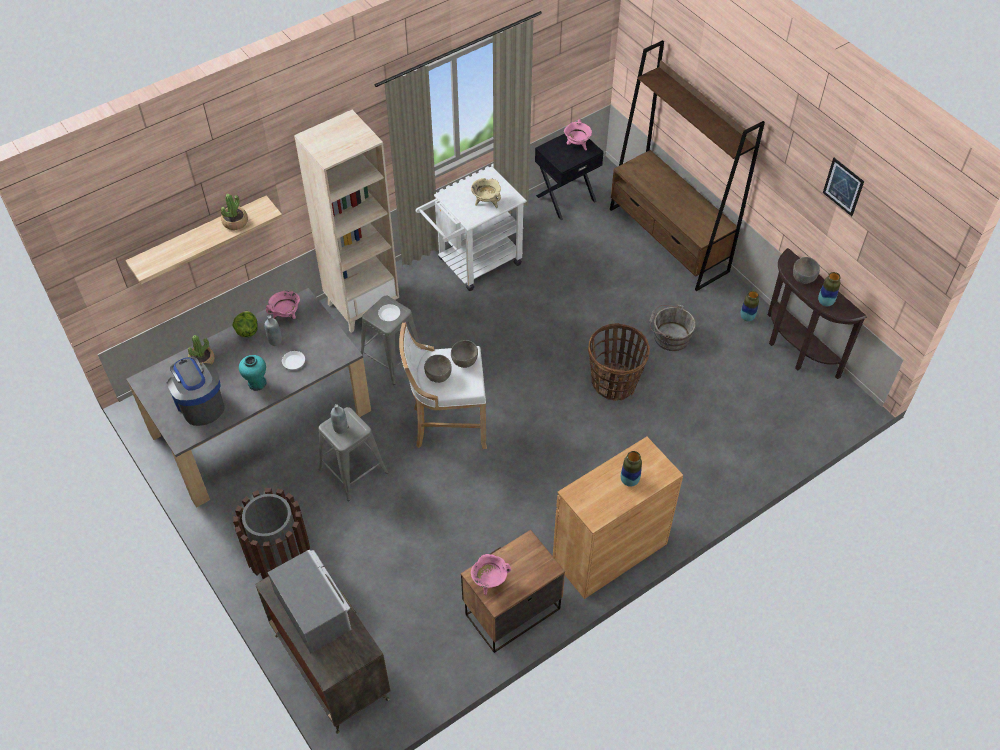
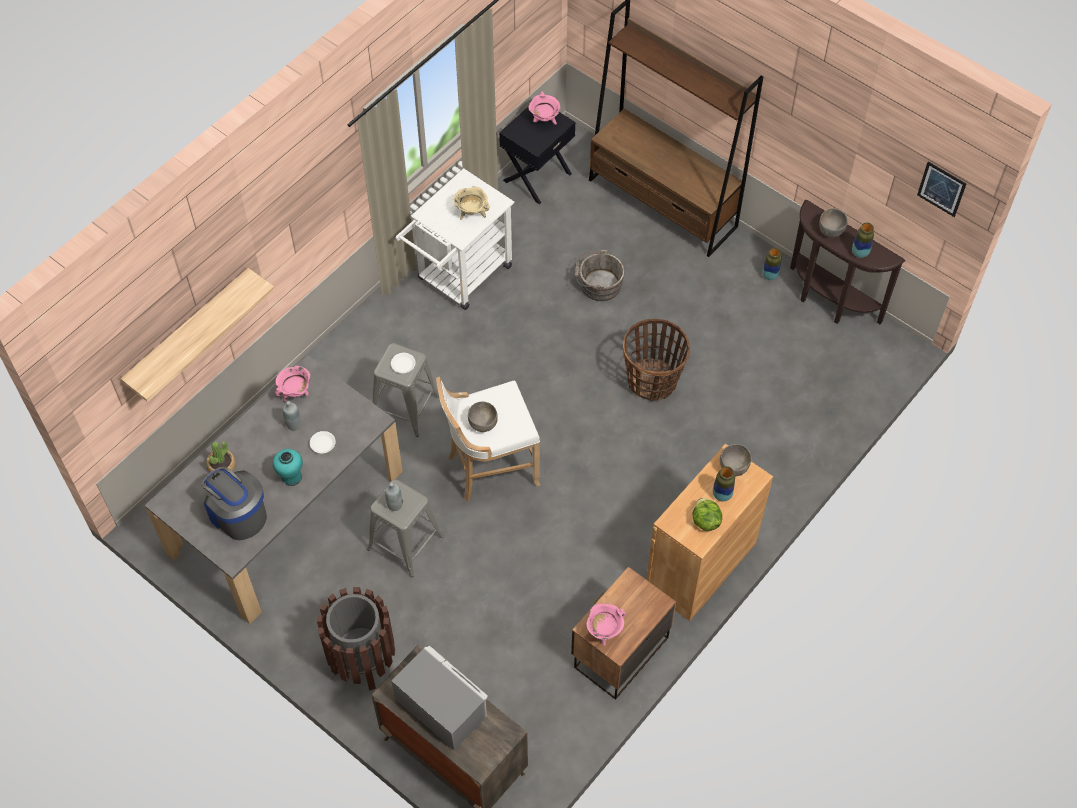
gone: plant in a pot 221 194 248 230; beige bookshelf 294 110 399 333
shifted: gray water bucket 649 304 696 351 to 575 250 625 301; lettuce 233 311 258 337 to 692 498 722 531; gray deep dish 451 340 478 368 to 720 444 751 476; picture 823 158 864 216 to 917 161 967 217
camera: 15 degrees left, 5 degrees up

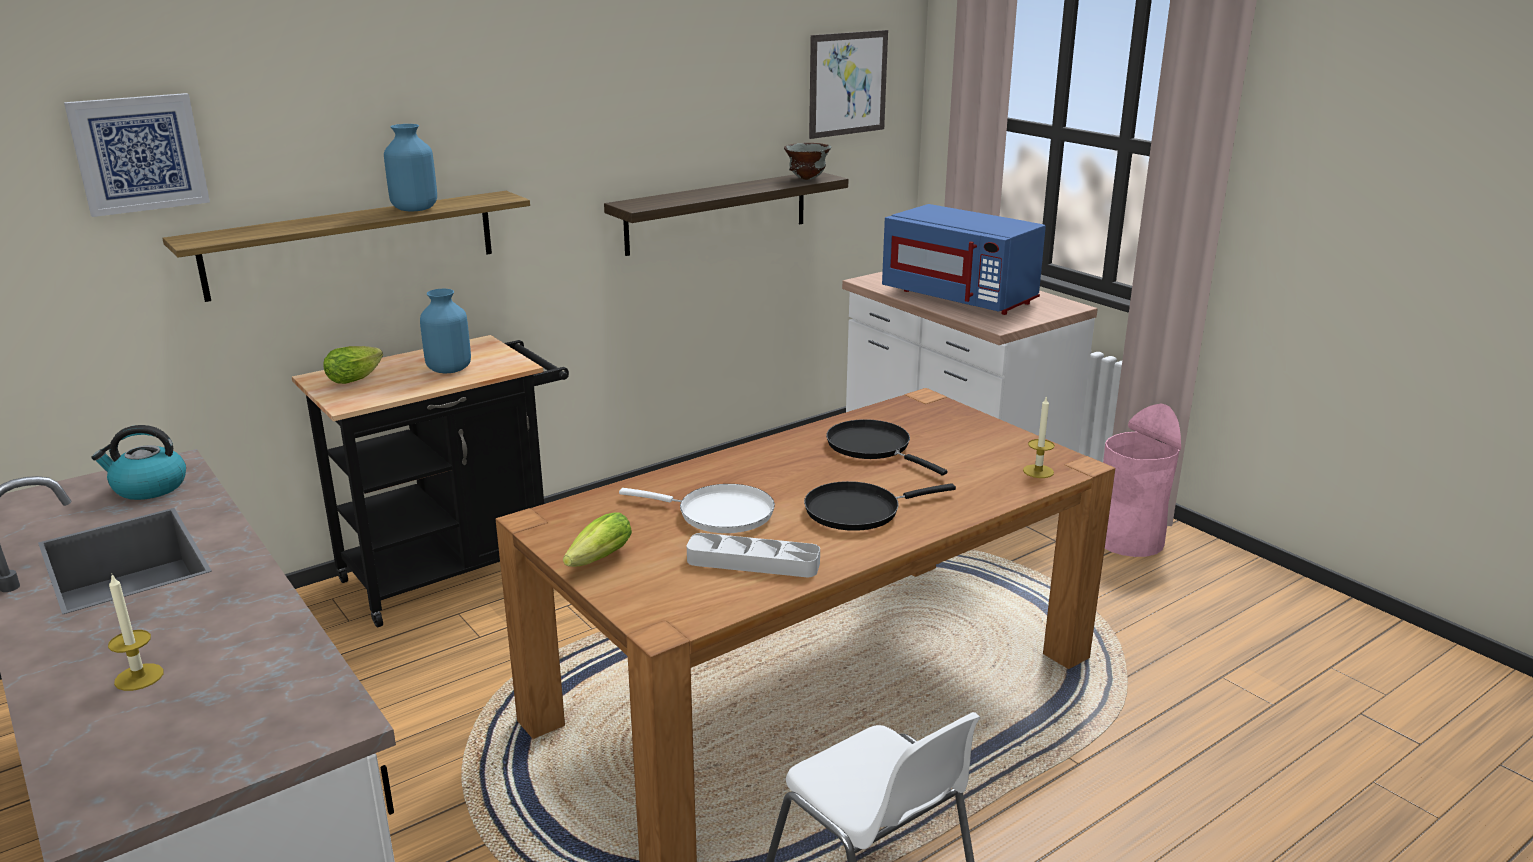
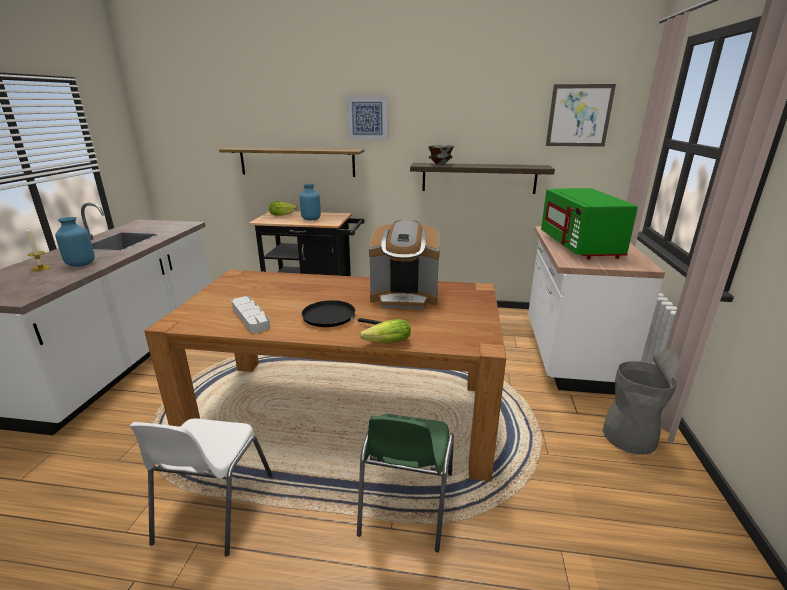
gone: tea kettle 91 425 186 500; whitish frying pan 619 484 775 533; wax light 1023 396 1055 478
new: green-coloured plain chair 357 414 454 552
shifted: blue-coloured vase 384 124 437 211 to 55 217 95 267; picture 64 93 210 217 to 346 95 388 141; lettuce 563 512 632 567 to 360 319 411 343; gray deep dish 784 143 831 180 to 428 145 454 165
swapped: blackish frying pan 826 419 948 475 to coffee machine 369 220 440 310
repainted: blue-coloured microwave oven 882 204 1046 315 to green-coloured microwave oven 541 188 638 259; pink-coloured trash can 1103 404 1181 557 to gray trash can 603 350 678 455
camera: 45 degrees right, 0 degrees up

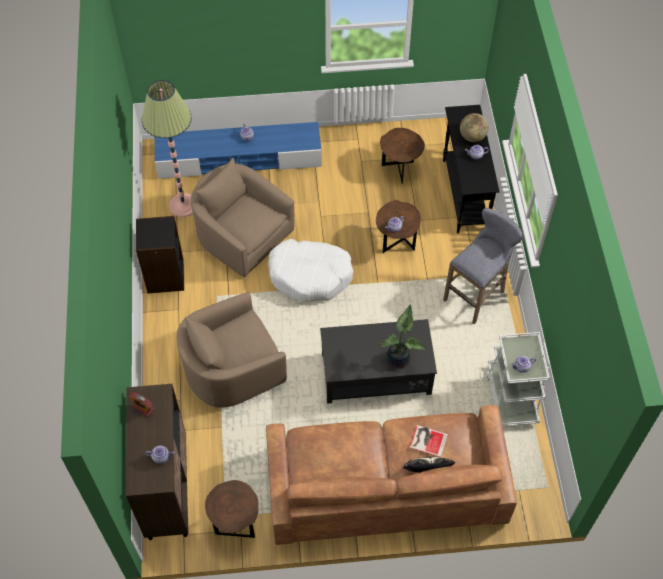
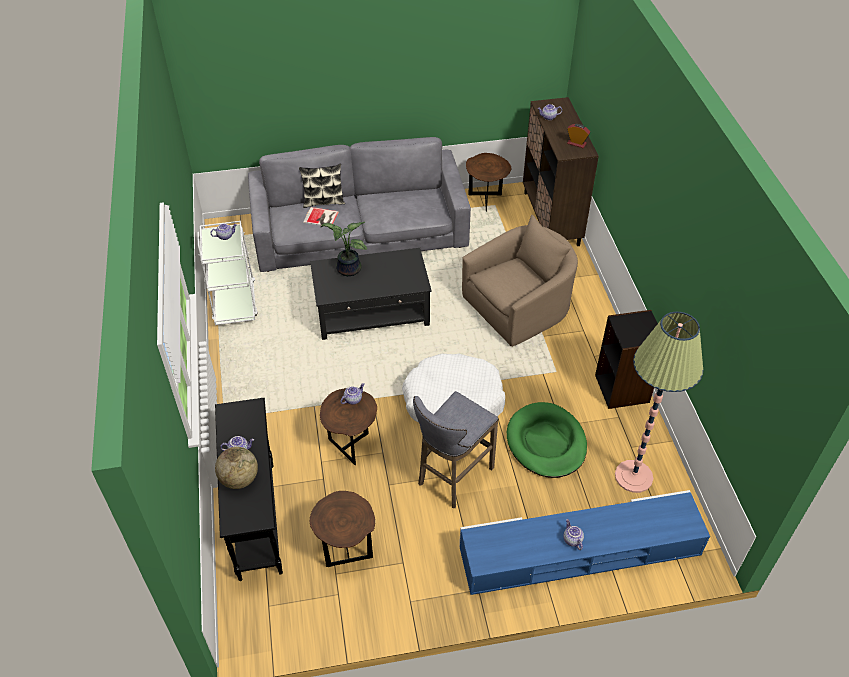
shifted: gray stool 443 208 523 324 to 413 391 498 508
swapped: beige lounge chair 191 158 294 277 to green-coloured pet bed 507 402 587 478
repainted: brown settee 266 405 517 545 to gray settee 248 137 471 272
camera: 175 degrees right, 10 degrees down

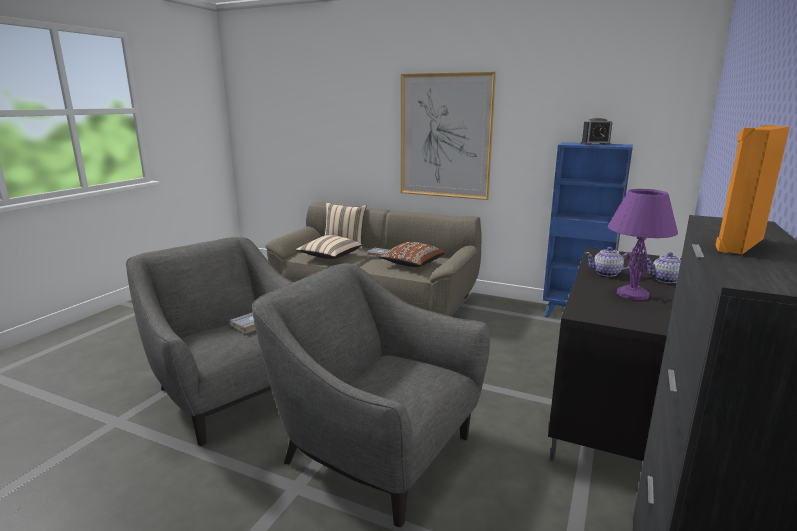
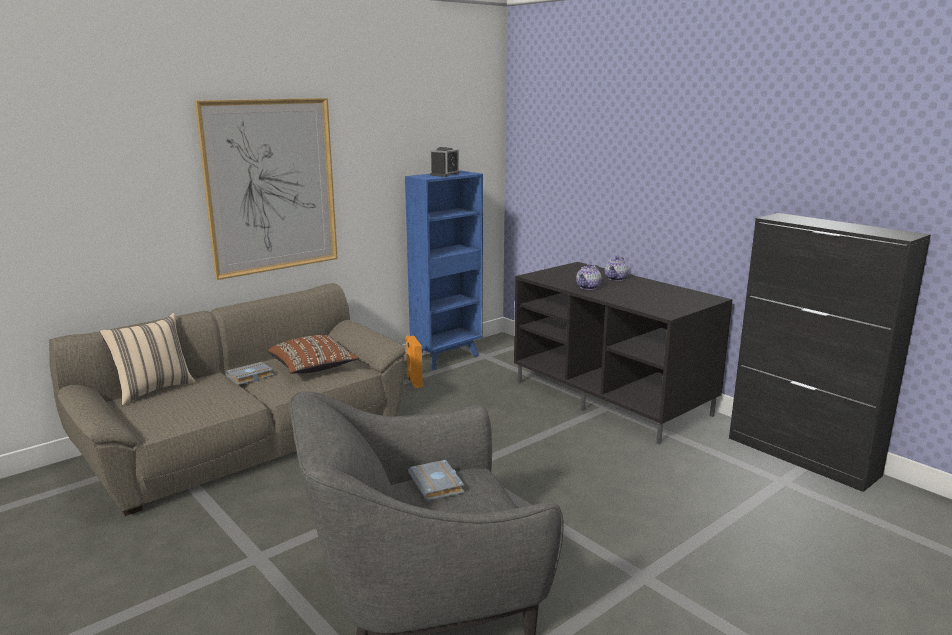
gone: gray lounge chair 252 263 490 527; beige pillow 296 235 362 259; purple-coloured table lamp 608 189 678 300
shifted: orangey speaker 715 125 790 254 to 405 336 423 388
camera: 65 degrees left, 0 degrees up

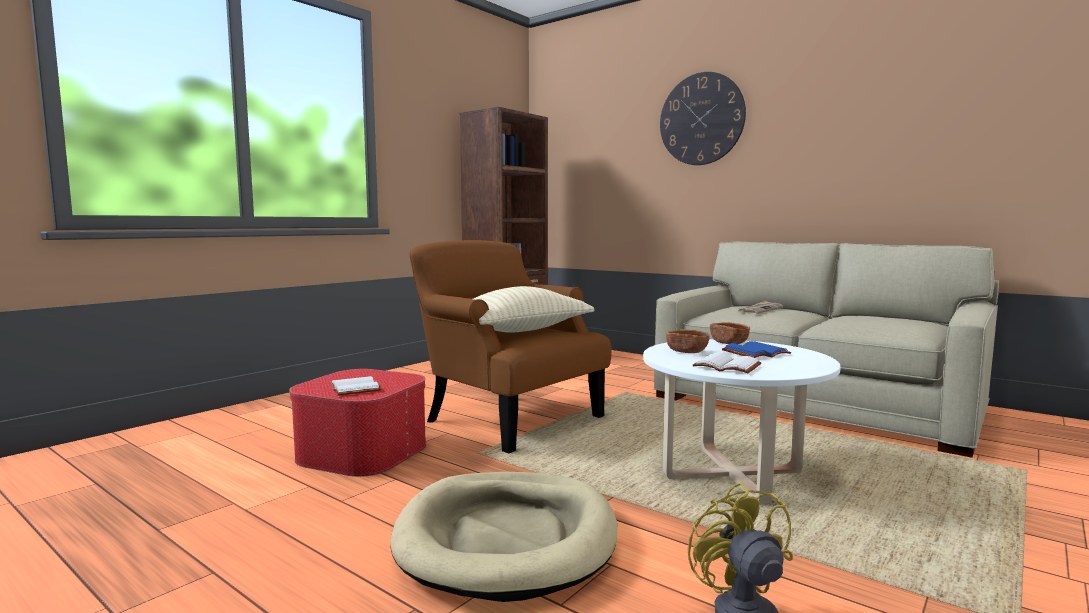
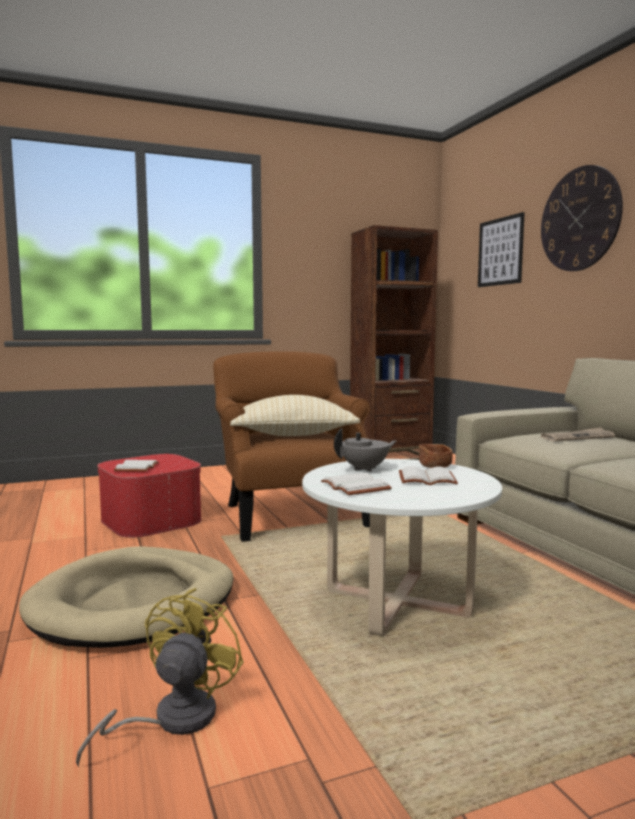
new: picture 478 212 525 287
swapped: brown deep dish 666 329 710 353 to gray teapot 334 428 397 472
repainted: blue-coloured book 722 341 791 358 to whitish book 399 466 458 485
camera: 30 degrees right, 0 degrees up

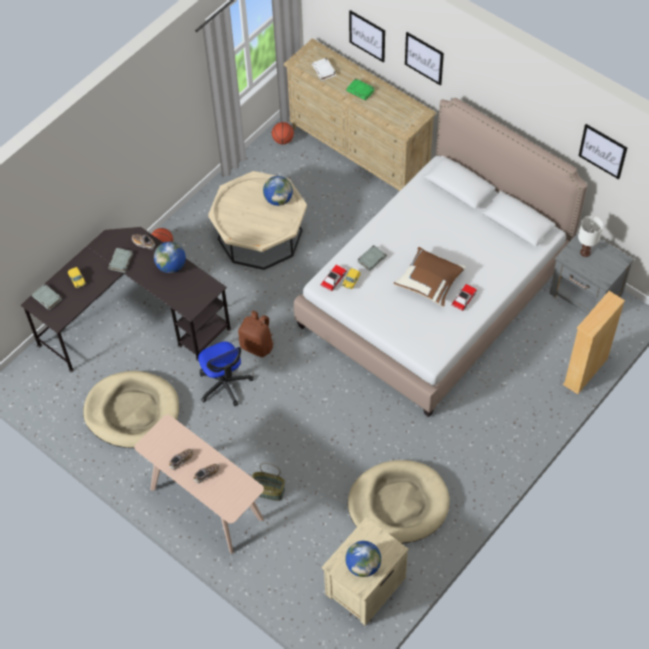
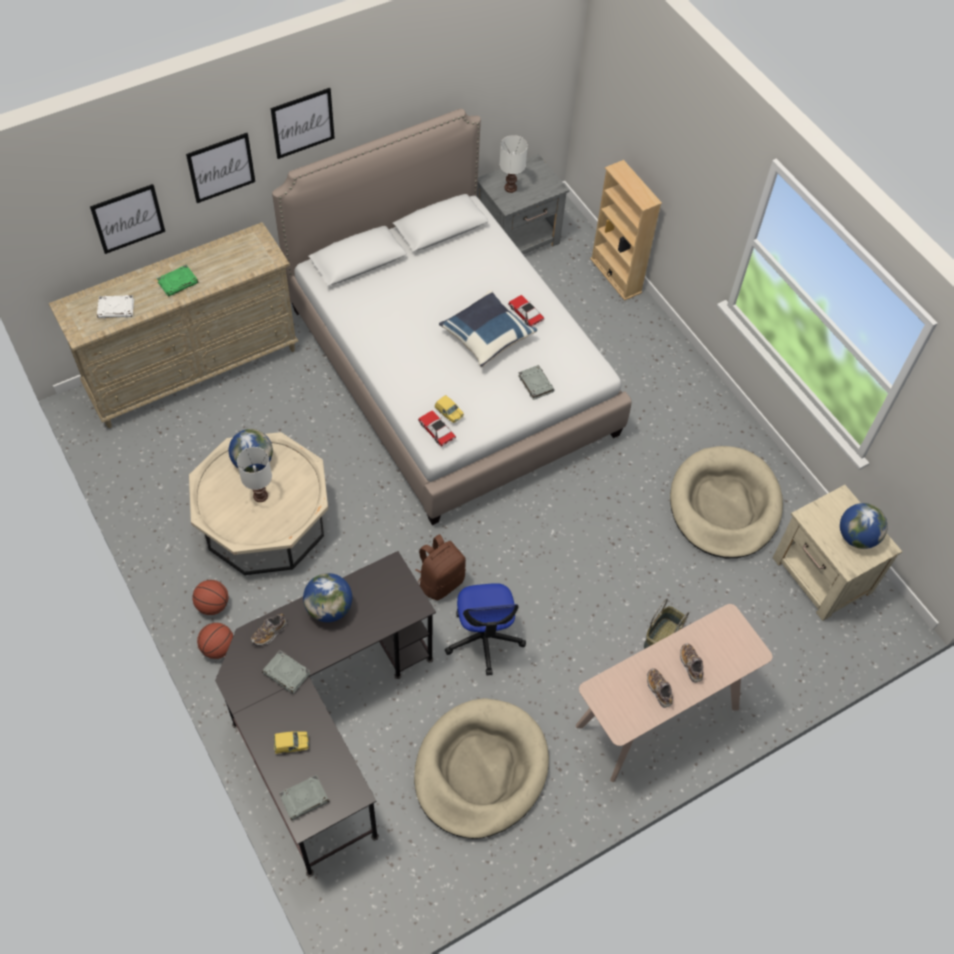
new: whitish table lamp 237 447 272 502
shifted: basketball 272 122 294 144 to 193 580 228 615; picture 579 124 627 179 to 270 88 335 159; gray book 357 245 387 271 to 518 365 554 400
repainted: brown pillow 394 247 466 307 to blue-coloured pillow 439 290 537 367
rotated: office chair 198 341 254 406 = 445 583 526 676 90 degrees clockwise
camera: 75 degrees left, 0 degrees up

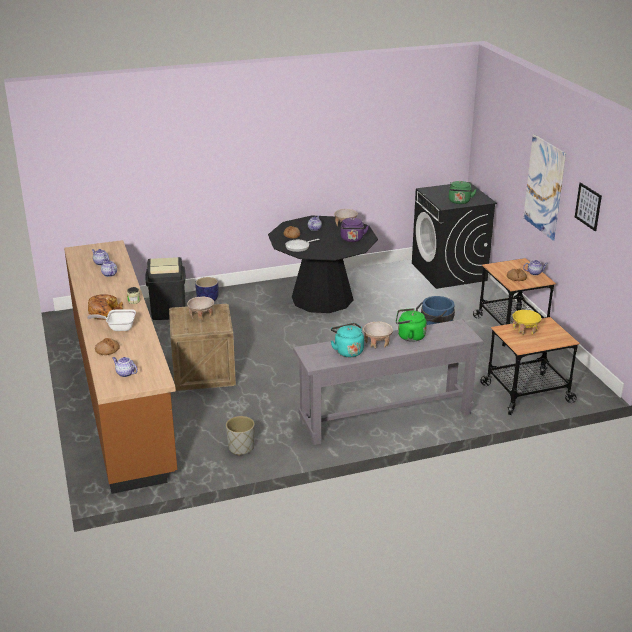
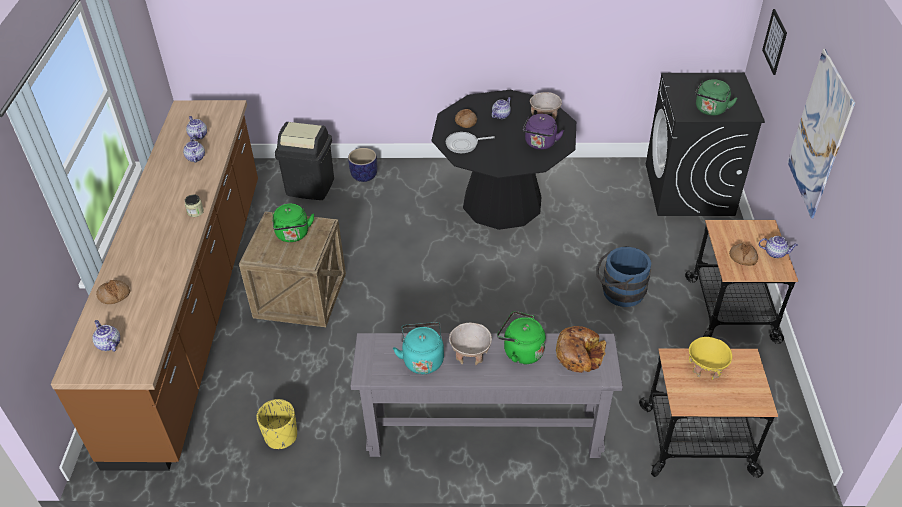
gone: frying pan 87 309 136 331
shifted: bread 88 294 123 320 to 556 326 606 373; picture 575 183 602 231 to 762 9 787 75
swapped: beige deep dish 187 296 214 321 to green-coloured tea kettle 272 204 314 242
repainted: gray plant pot 226 416 255 456 to yellow plant pot 257 399 297 449
camera: 20 degrees right, 15 degrees up

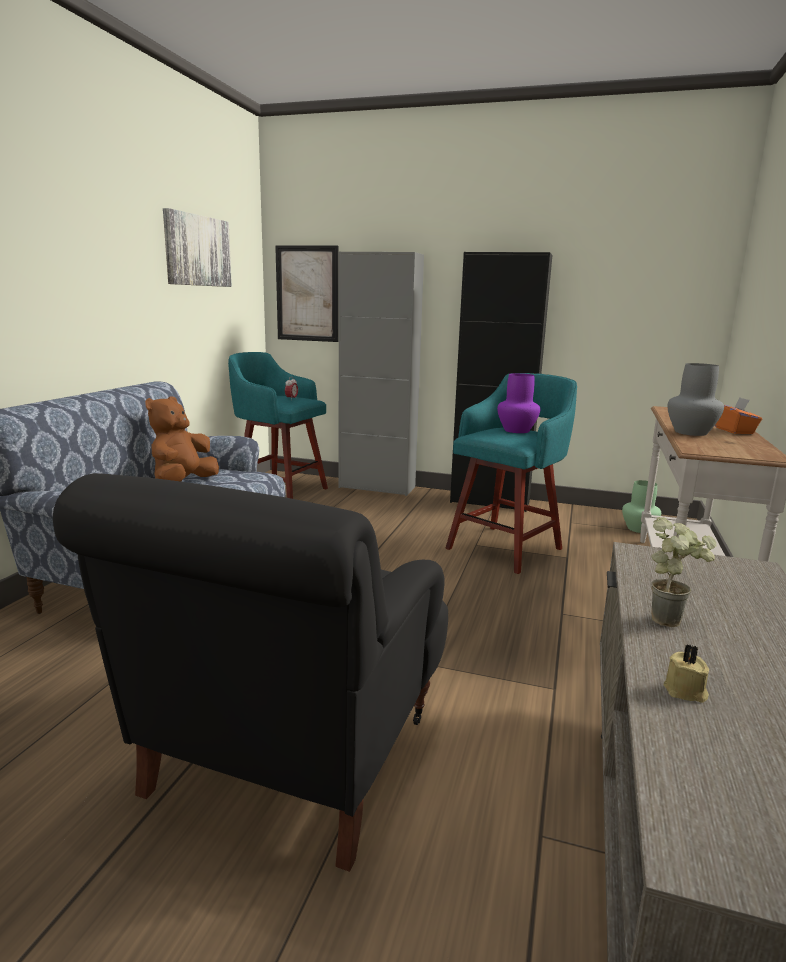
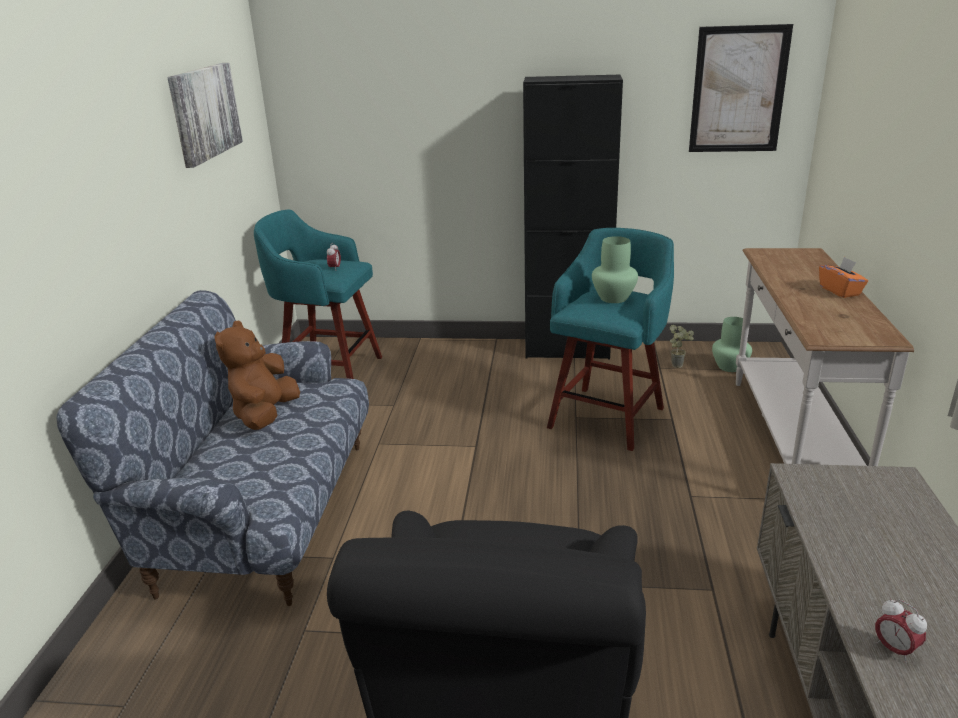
gone: gray cupboard 339 252 424 496; gray vase 667 363 724 436
shifted: plant in a pot 651 517 716 627 to 670 325 694 368; picture 275 245 339 342 to 689 24 793 152
swapped: beige wax light 664 644 709 703 to bedside clock 875 599 927 663
repainted: purple-coloured vase 497 373 540 433 to green-coloured vase 592 236 638 303
camera: 10 degrees left, 10 degrees up

